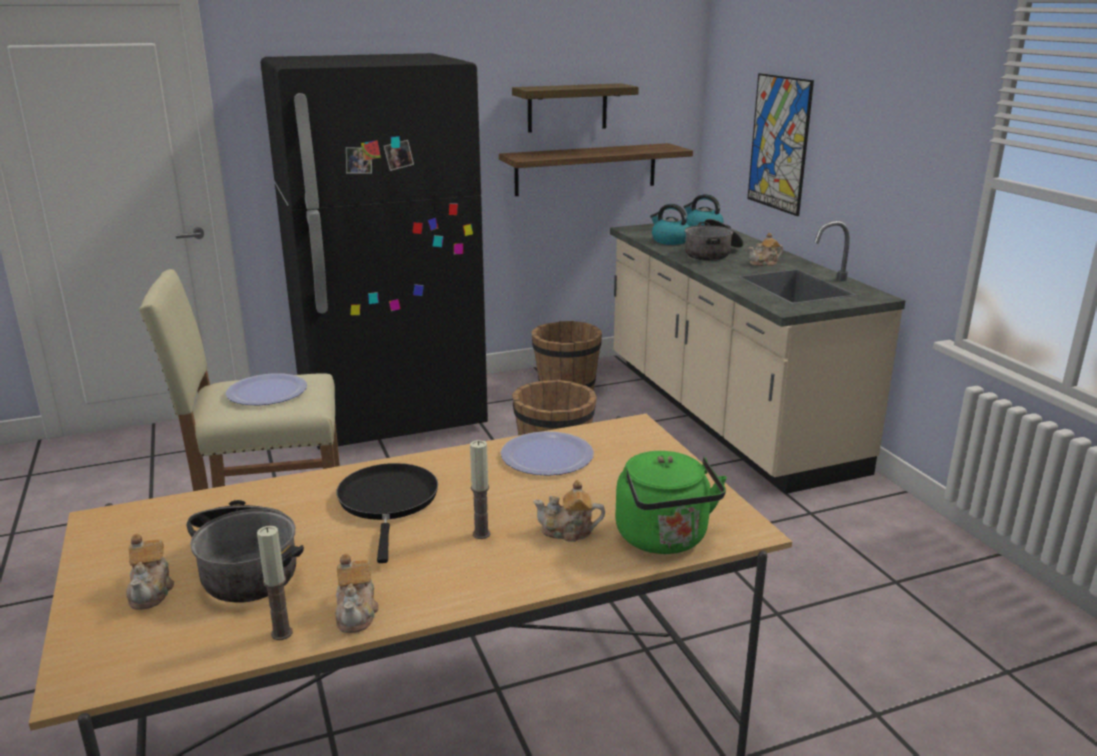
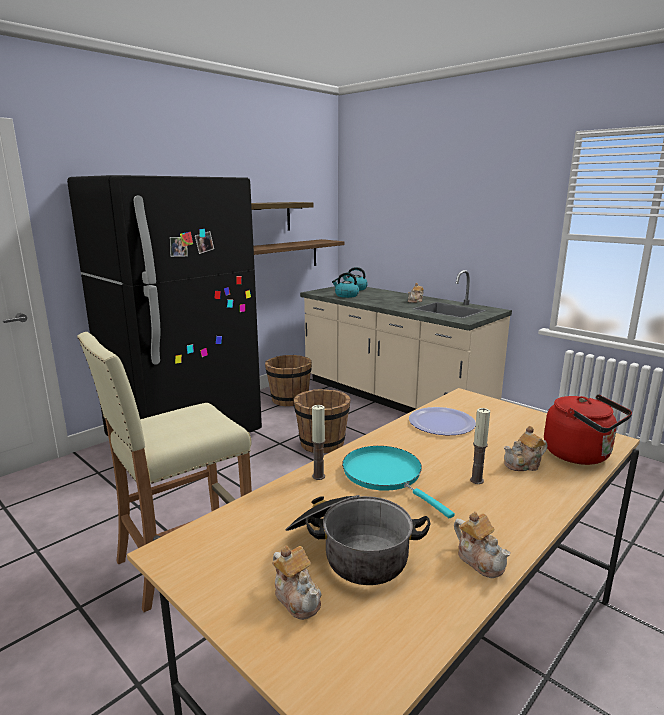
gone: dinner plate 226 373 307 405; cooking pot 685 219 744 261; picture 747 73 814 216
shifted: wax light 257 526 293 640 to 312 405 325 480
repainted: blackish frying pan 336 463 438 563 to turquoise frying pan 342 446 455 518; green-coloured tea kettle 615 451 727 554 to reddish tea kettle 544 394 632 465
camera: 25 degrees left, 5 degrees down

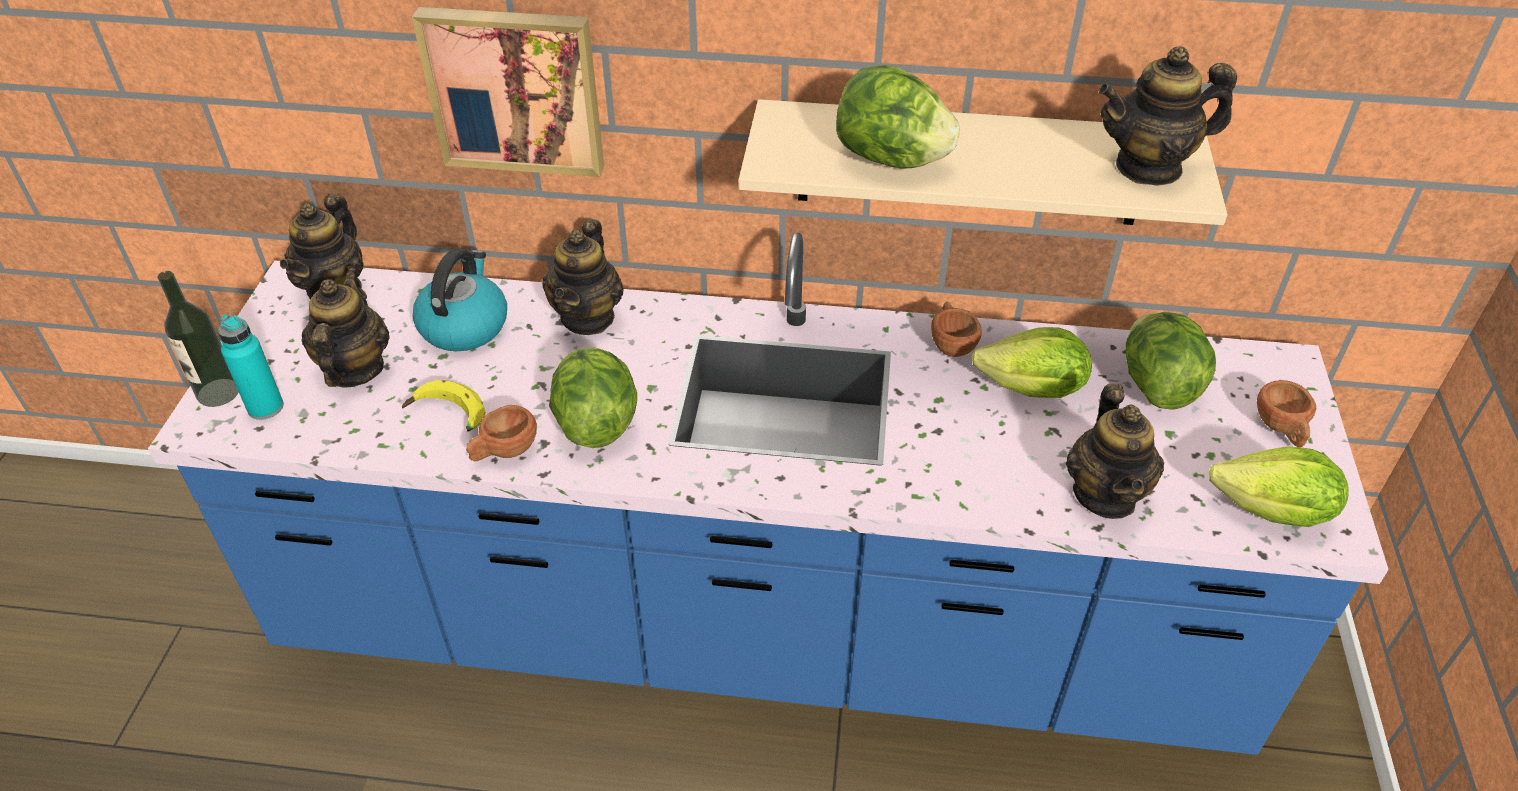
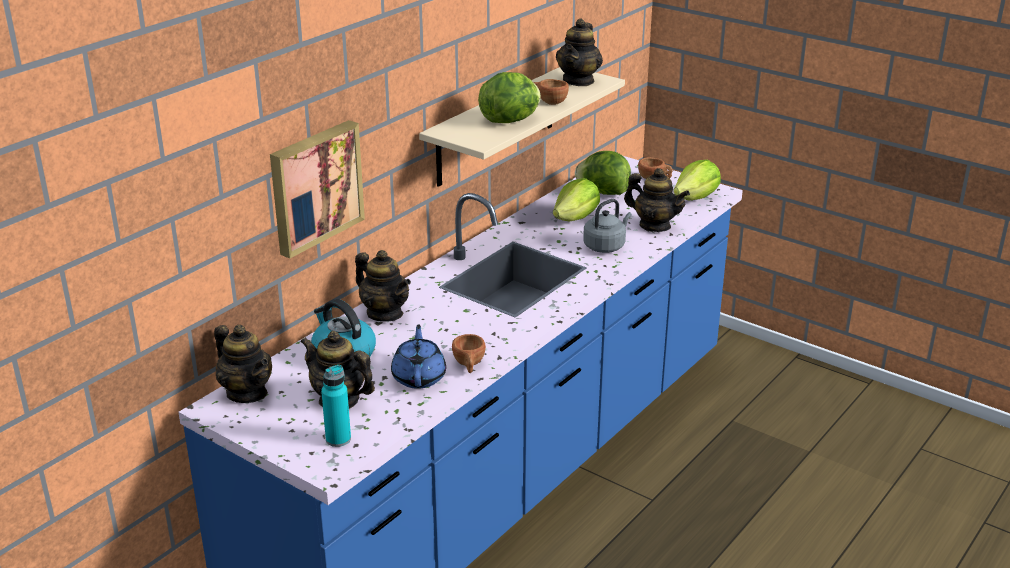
gone: drink bottle 157 271 239 407; lettuce 549 347 637 448
new: gray tea kettle 583 199 632 253
shifted: brown cup 931 302 982 357 to 533 79 569 105
swapped: banana fruit 402 380 485 431 to blue-coloured teapot 391 325 446 389
camera: 60 degrees left, 15 degrees down

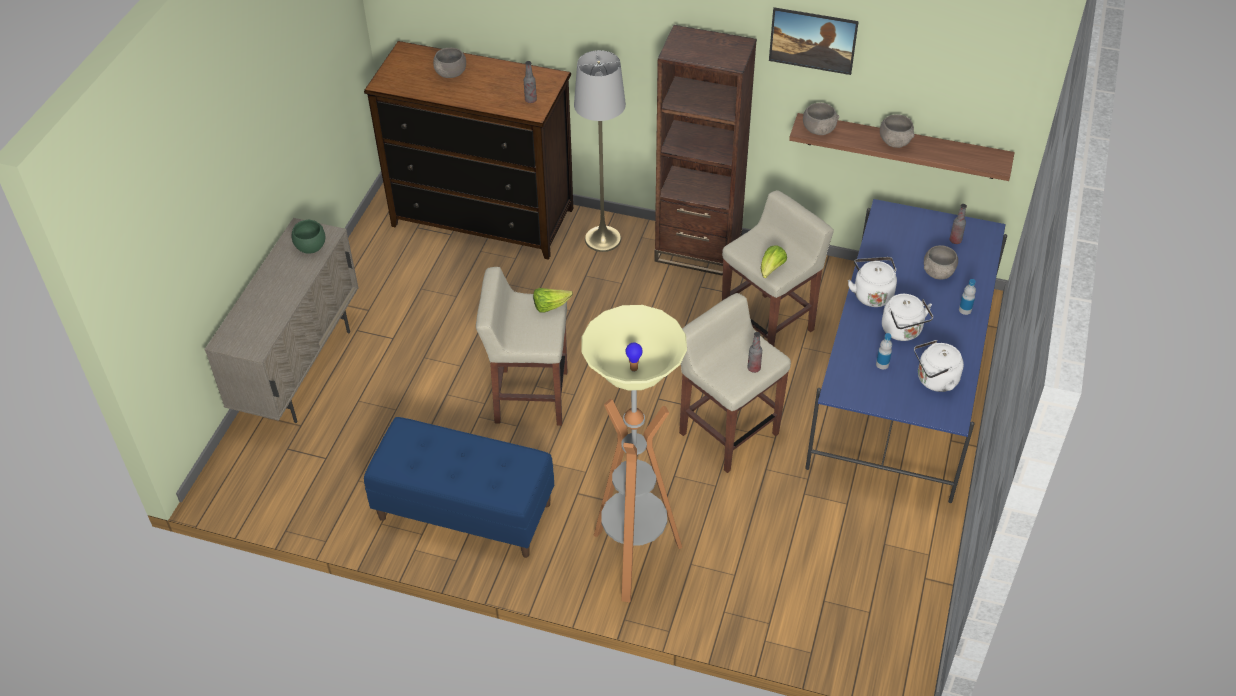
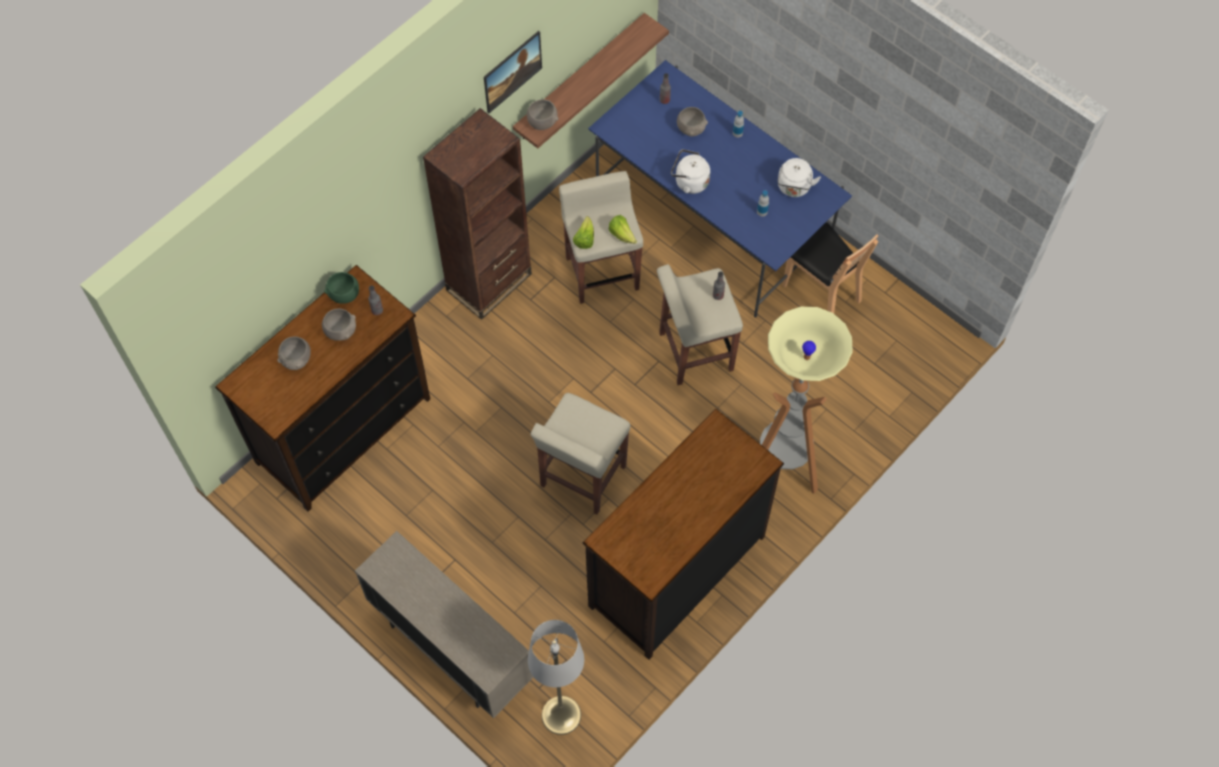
gone: whitish tea kettle 882 294 933 341
new: brown plain chair 783 222 879 313
shifted: gray deep dish 880 114 915 148 to 322 308 356 341; green-coloured deep dish 292 220 325 254 to 324 272 359 304; gray standard lamp 574 50 626 252 to 528 620 584 735; lettuce 533 288 573 313 to 573 216 594 249
swapped: blue-coloured indoor bench 364 417 554 558 to dresser 583 409 784 660
camera: 65 degrees left, 15 degrees up

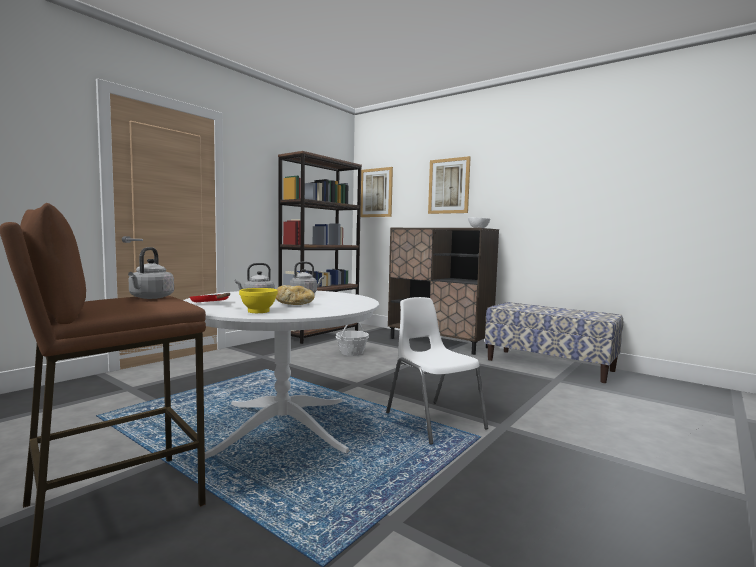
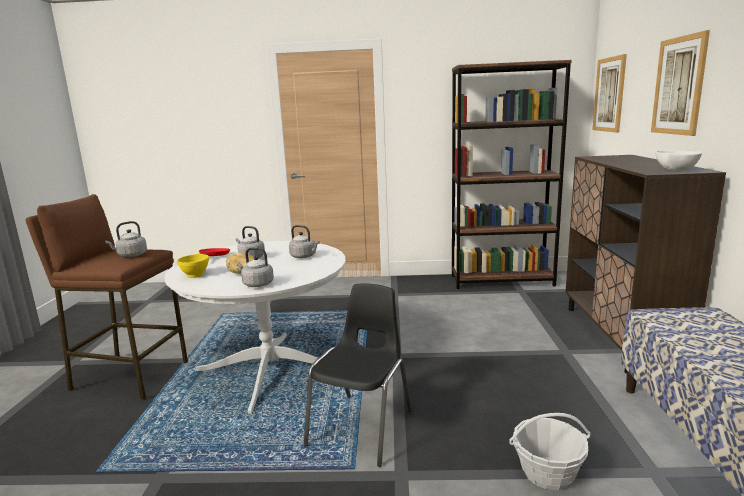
new: gray tea kettle 237 247 274 287
shifted: household basket 336 322 369 356 to 509 413 591 490
repainted: whitish plain chair 386 297 488 445 to blackish plain chair 304 283 412 467
camera: 55 degrees right, 10 degrees up

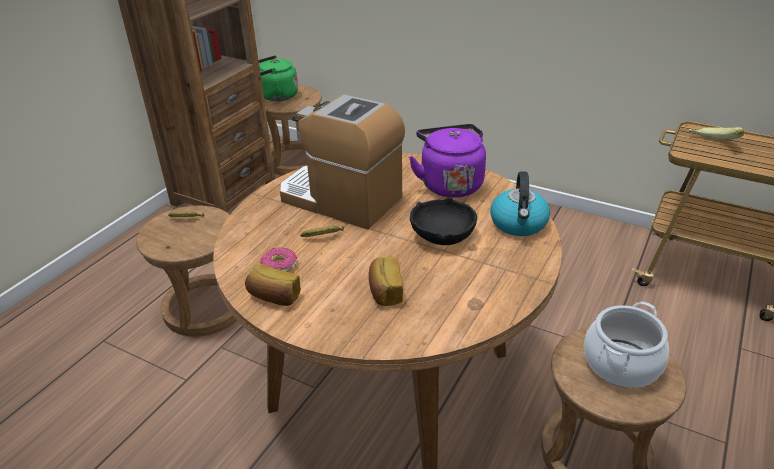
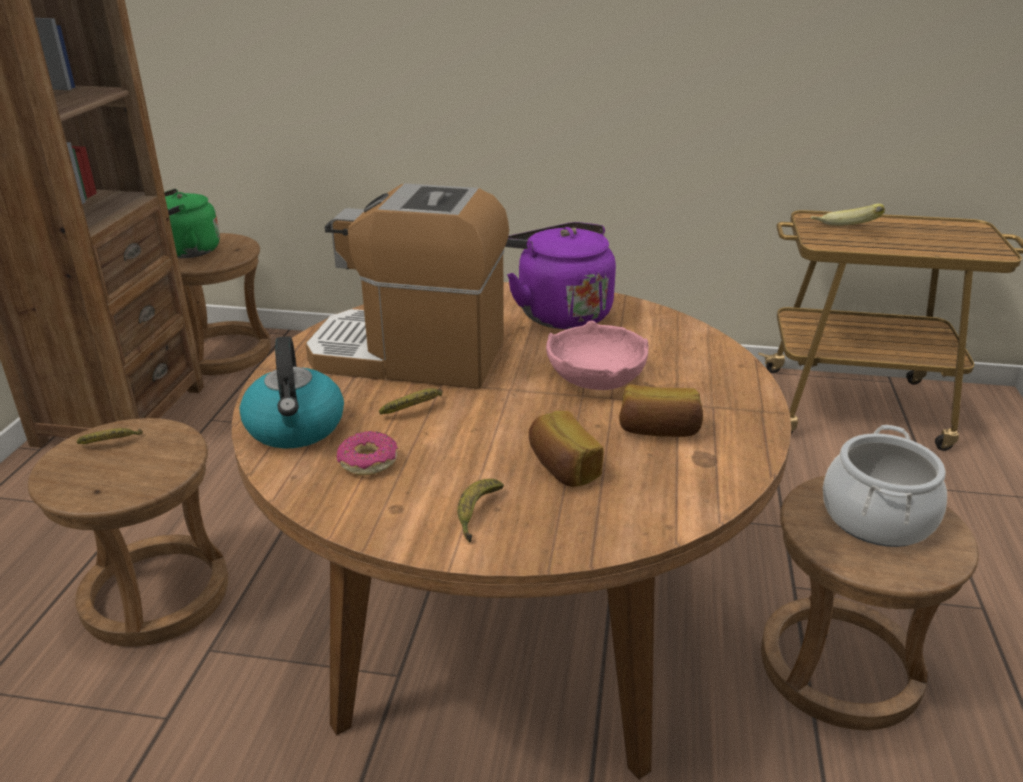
new: banana fruit 457 479 504 543
shifted: tea kettle 490 171 550 236 to 240 336 344 449; bread 245 264 301 306 to 619 384 703 437
repainted: blackish deep dish 410 197 477 245 to pink-coloured deep dish 546 321 648 390
camera: 20 degrees left, 5 degrees down

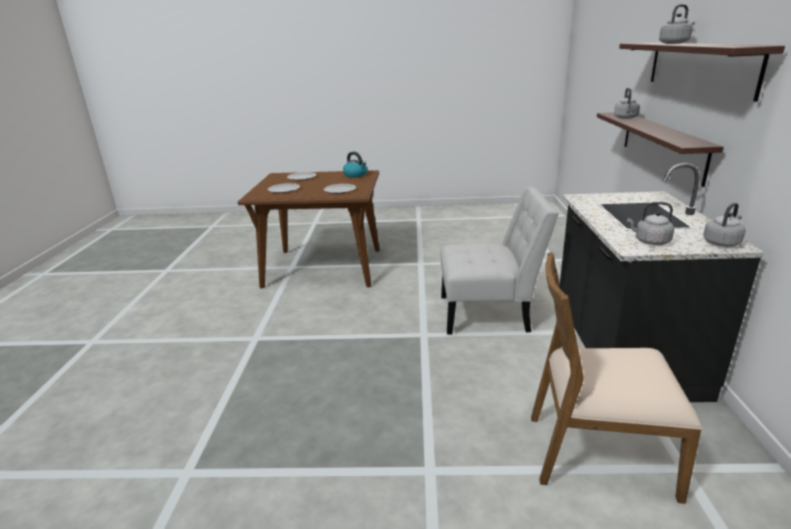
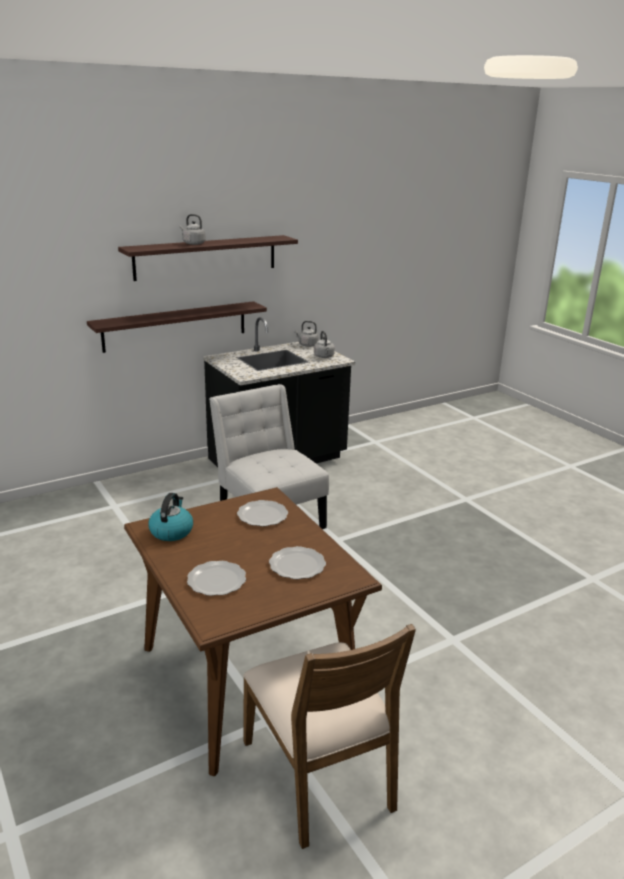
gone: gray tea kettle 614 88 640 119
shifted: brown plain chair 531 252 702 504 to 243 624 416 849
camera: 125 degrees left, 0 degrees up

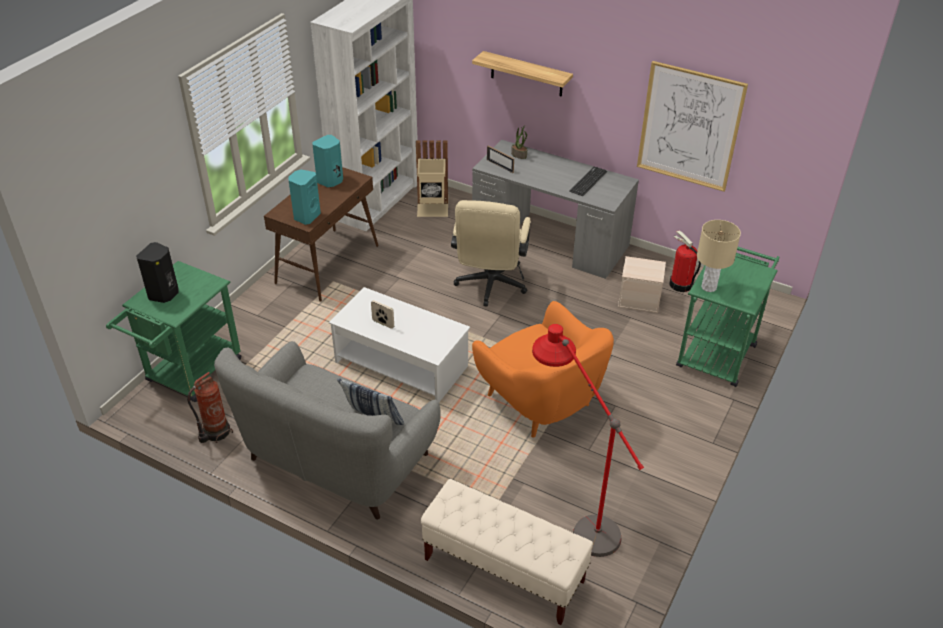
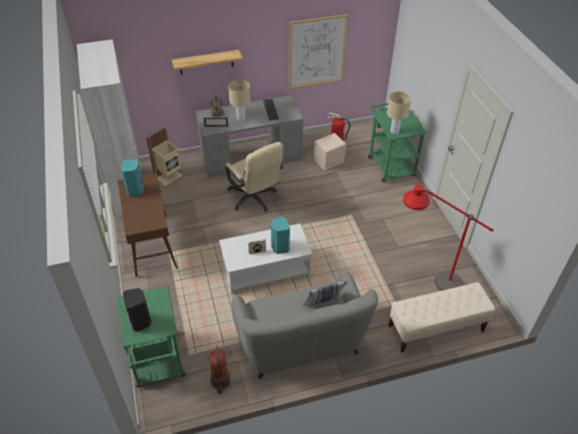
gone: orangey lounge chair 472 301 614 438
new: beige table lamp 228 80 250 121
shifted: turquoise speaker 288 170 321 225 to 271 216 290 254
camera: 45 degrees left, 5 degrees up

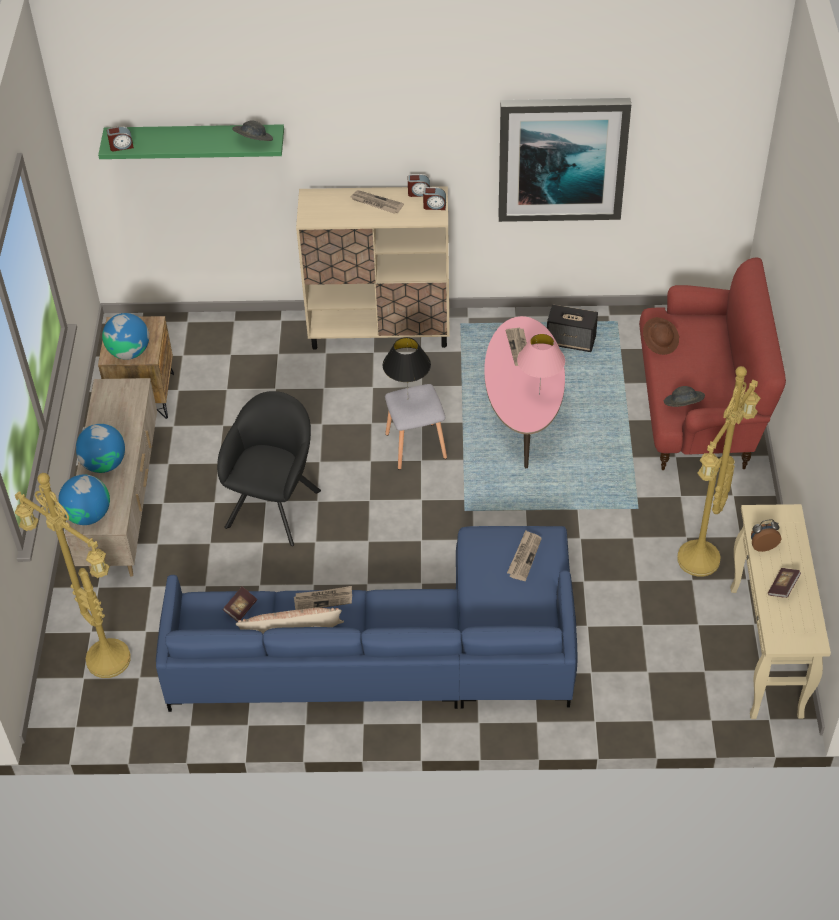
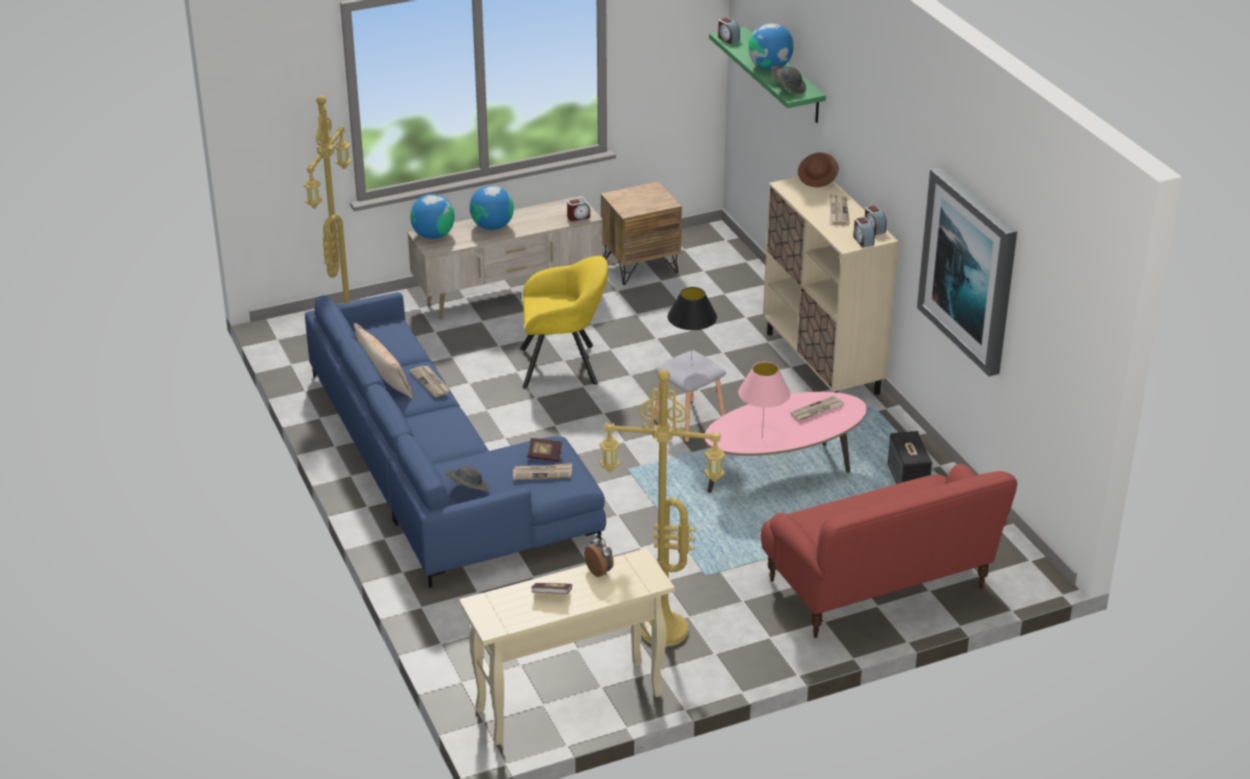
new: bedside clock 567 198 590 221
shifted: gray hat 664 386 705 407 to 446 466 489 491; book 223 587 257 622 to 528 438 562 462; globe 102 313 149 360 to 748 23 794 70; brown hat 643 317 679 355 to 798 152 839 187
repainted: blackish lounge chair 217 391 321 546 to yellow lounge chair 520 256 608 388
camera: 65 degrees right, 15 degrees down

